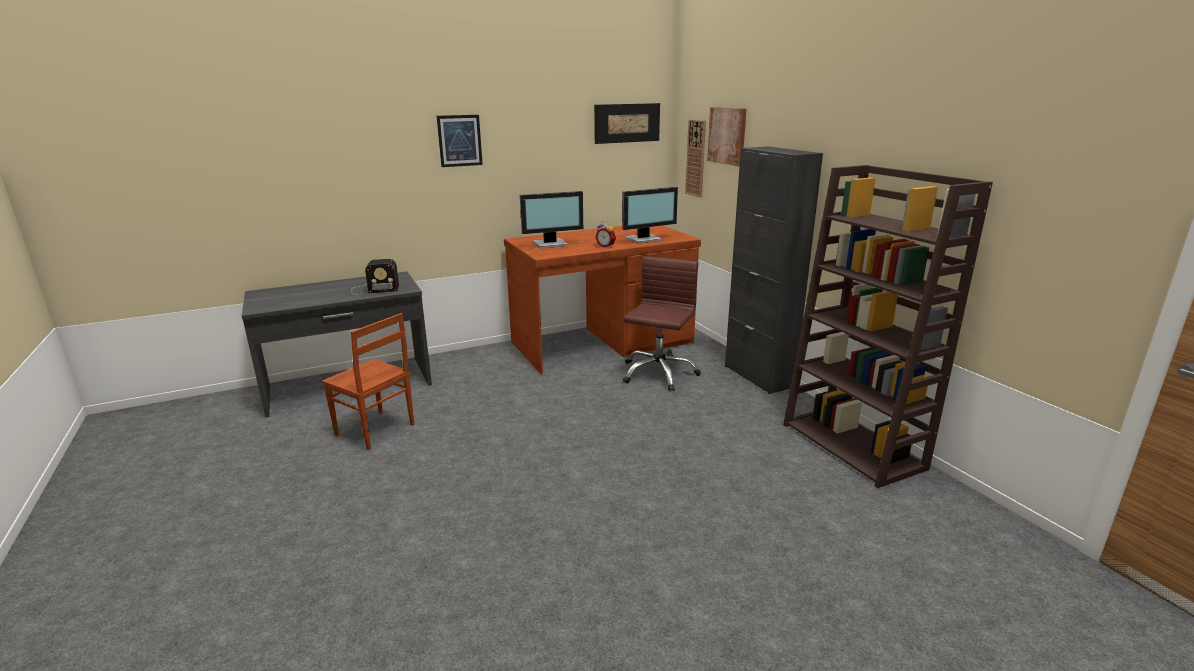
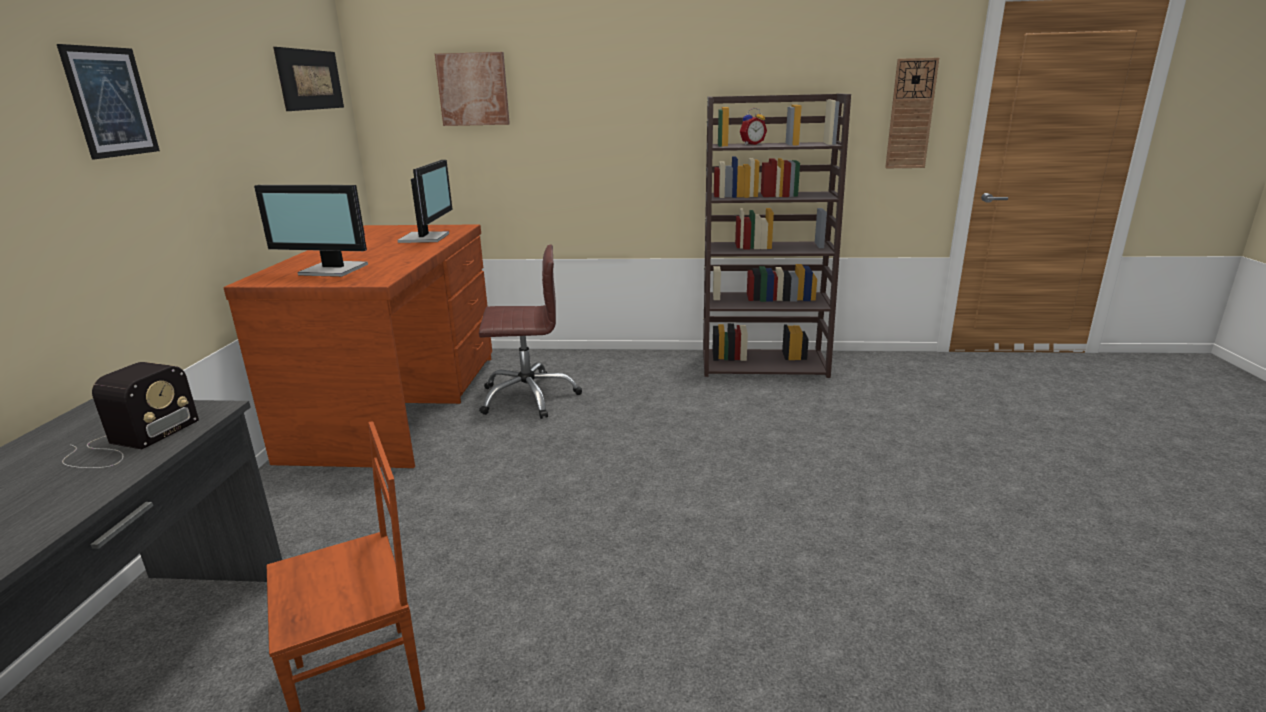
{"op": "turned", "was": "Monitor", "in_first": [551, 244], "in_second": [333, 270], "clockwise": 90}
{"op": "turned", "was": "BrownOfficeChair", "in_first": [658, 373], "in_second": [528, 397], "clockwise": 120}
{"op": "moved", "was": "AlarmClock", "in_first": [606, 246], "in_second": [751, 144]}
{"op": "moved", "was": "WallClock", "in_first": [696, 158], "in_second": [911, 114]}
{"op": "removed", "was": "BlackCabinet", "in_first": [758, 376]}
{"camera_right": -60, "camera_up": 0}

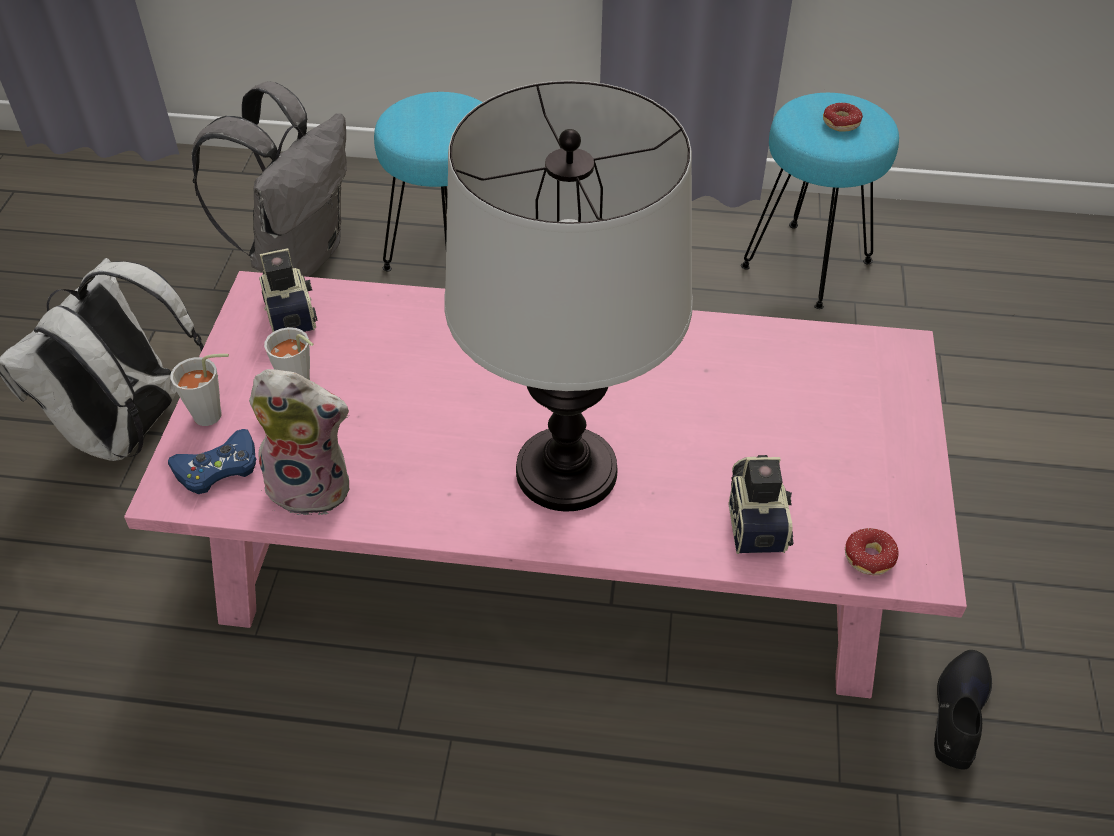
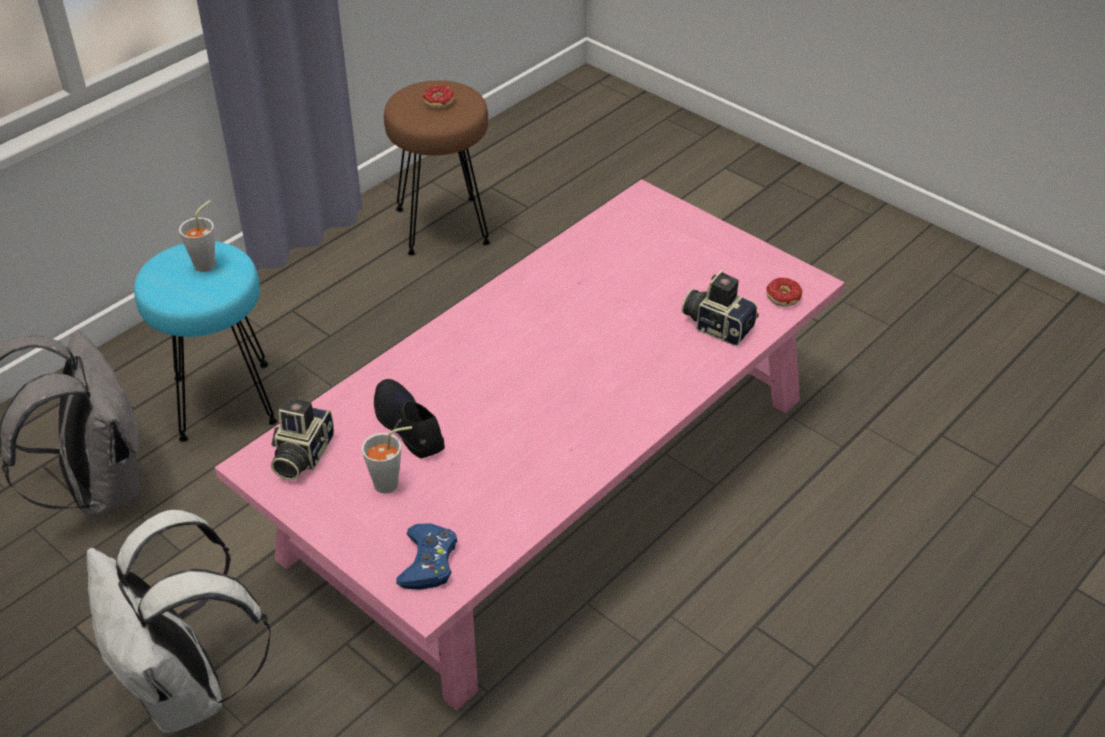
{"op": "moved", "was": "GreyCup", "in_first": [214, 415], "in_second": [208, 262]}
{"op": "turned", "was": "PhotoCamera", "in_first": [291, 312], "in_second": [301, 455], "clockwise": -90}
{"op": "moved", "was": "BlackShoe", "in_first": [959, 712], "in_second": [407, 425]}
{"op": "recoloured", "was": "TurquoiseStool", "now": "BrownStool", "in_first": [807, 266], "in_second": [444, 226]}
{"op": "removed", "was": "PlushToy", "in_first": [314, 486]}
{"op": "removed", "was": "TableLamp", "in_first": [566, 472]}
{"camera_right": -55, "camera_up": -5}

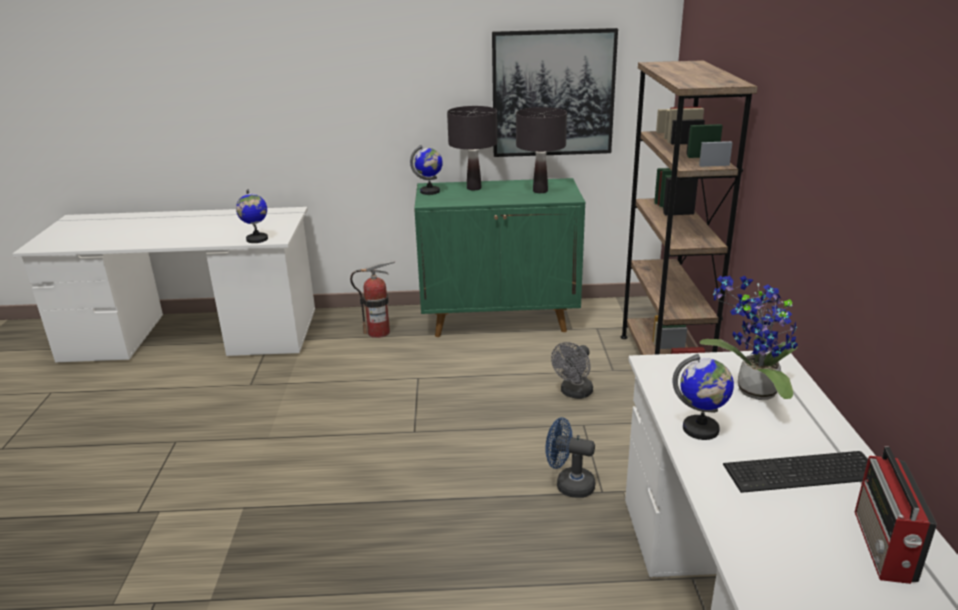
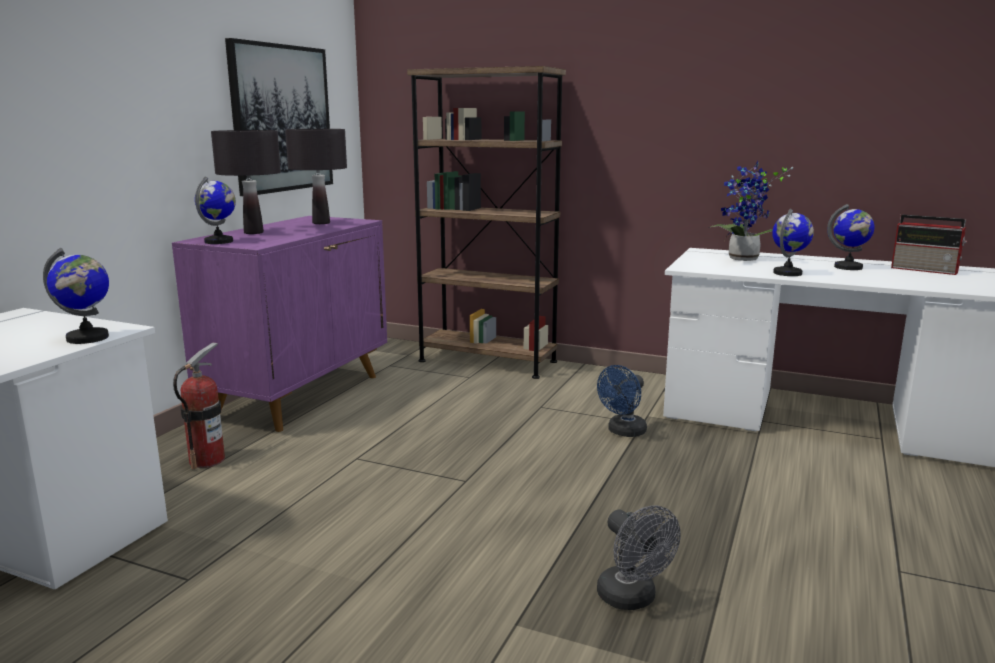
{"op": "recoloured", "was": "GreenCabinet", "now": "PurpleCabinet", "in_first": [500, 319], "in_second": [300, 395]}
{"op": "moved", "was": "GreyFan", "in_first": [574, 393], "in_second": [632, 599]}
{"op": "replaced", "was": "Keyboard", "now": "Globe", "in_first": [804, 473], "in_second": [848, 267]}
{"camera_right": -65, "camera_up": -10}

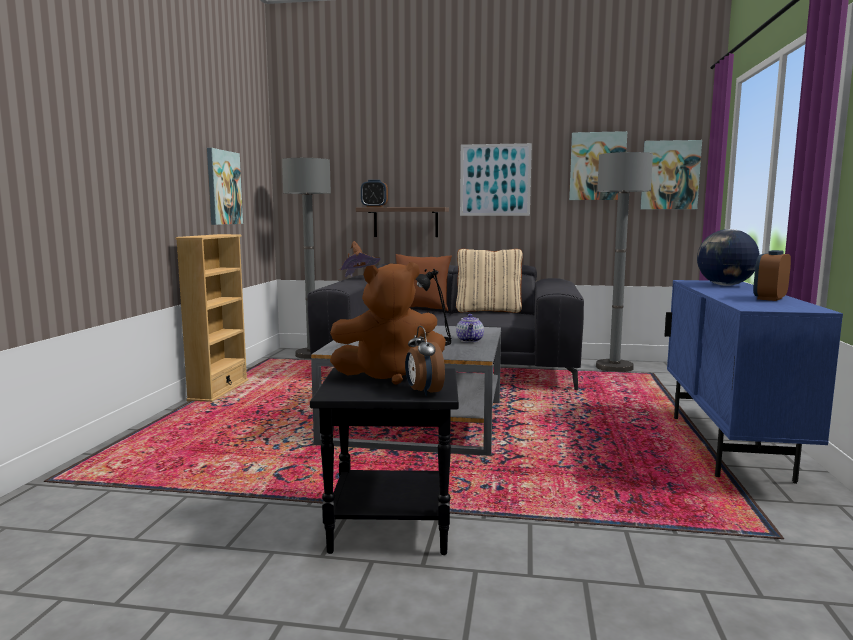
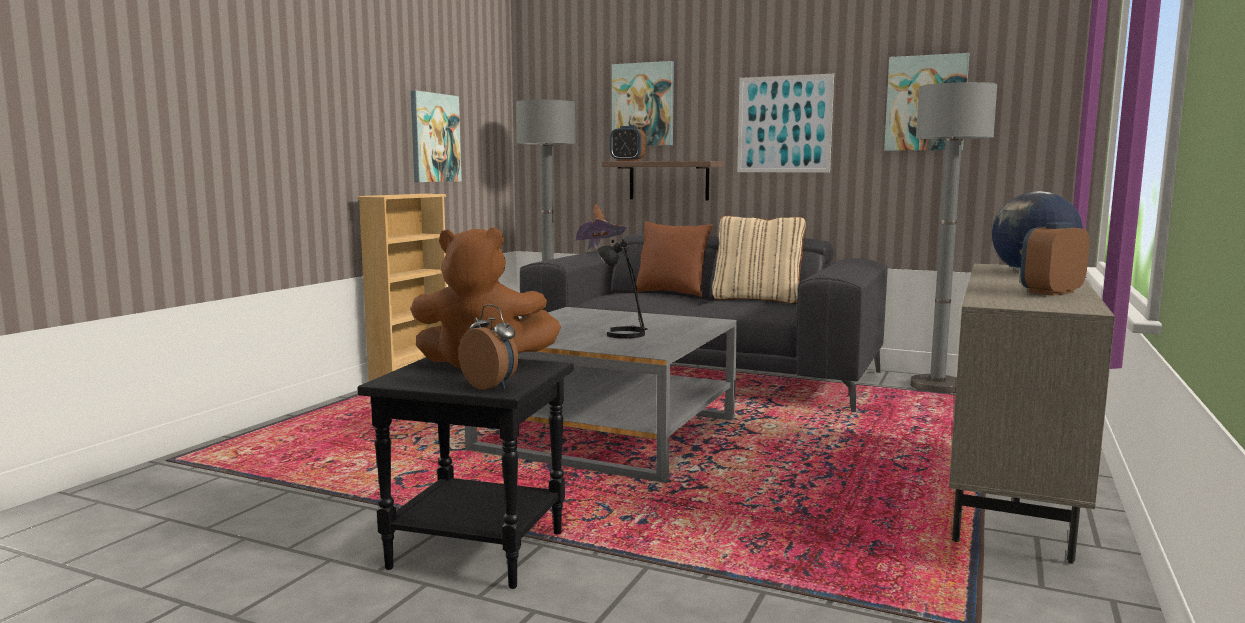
{"op": "turned", "was": "AlarmClock", "in_first": [423, 392], "in_second": [491, 386], "clockwise": 135}
{"op": "moved", "was": "Picture", "in_first": [670, 175], "in_second": [643, 104]}
{"op": "recoloured", "was": "BlueCabinet", "now": "BeigeCabinet", "in_first": [727, 447], "in_second": [1010, 505]}
{"op": "removed", "was": "Teapot", "in_first": [470, 340]}
{"camera_right": 15, "camera_up": 0}

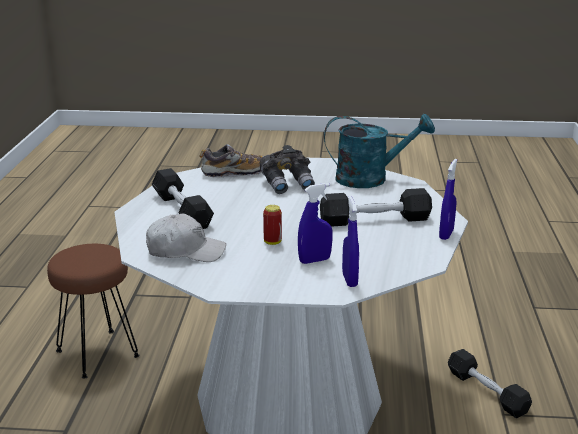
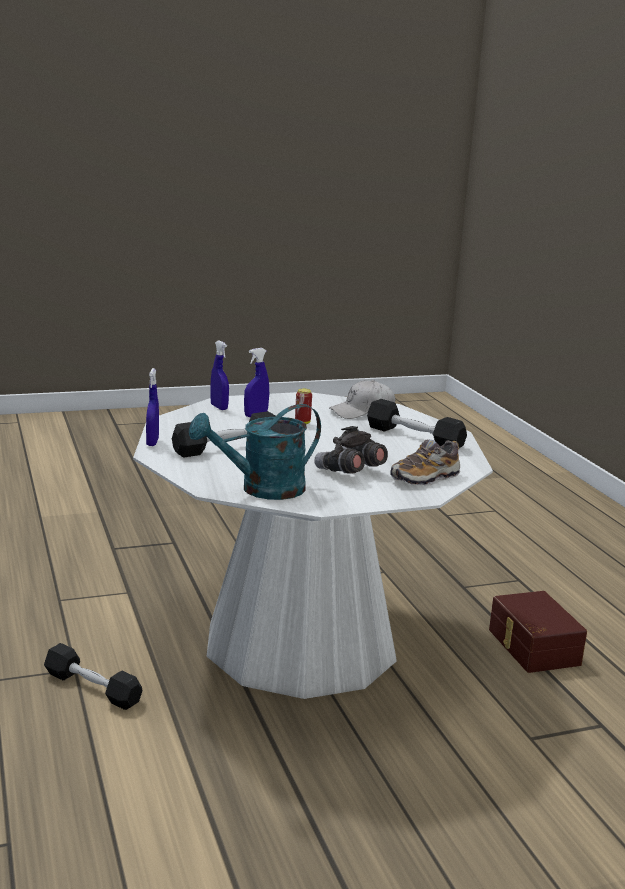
{"op": "replaced", "was": "BrownStool", "now": "BrownStorageBox", "in_first": [97, 353], "in_second": [532, 647]}
{"camera_right": 155, "camera_up": -5}

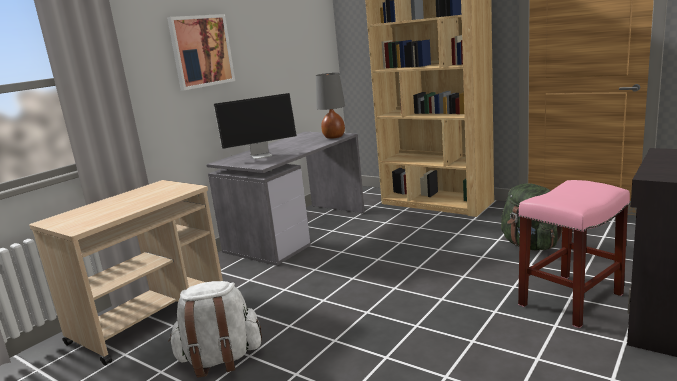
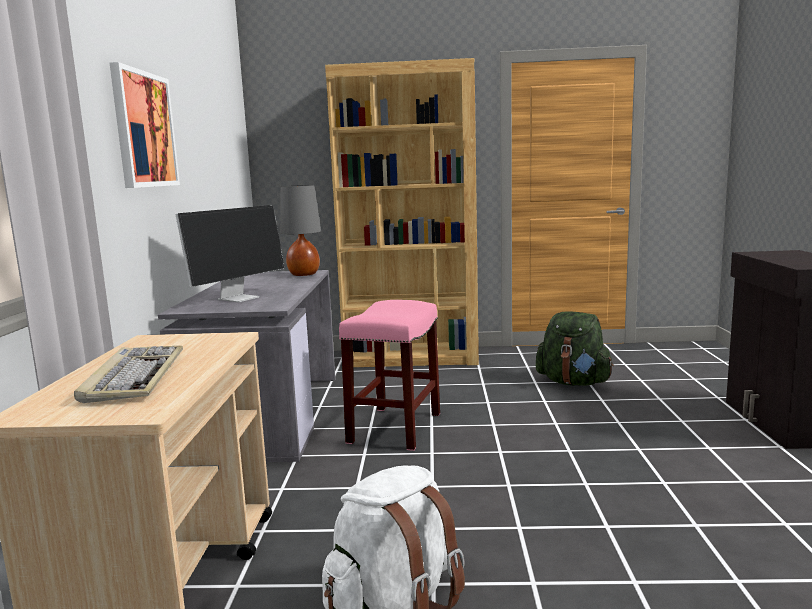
{"op": "added", "now": "Keyboard", "in_second": [134, 376]}
{"op": "moved", "was": "PinkStool", "in_first": [570, 300], "in_second": [395, 428]}
{"camera_right": -35, "camera_up": -5}

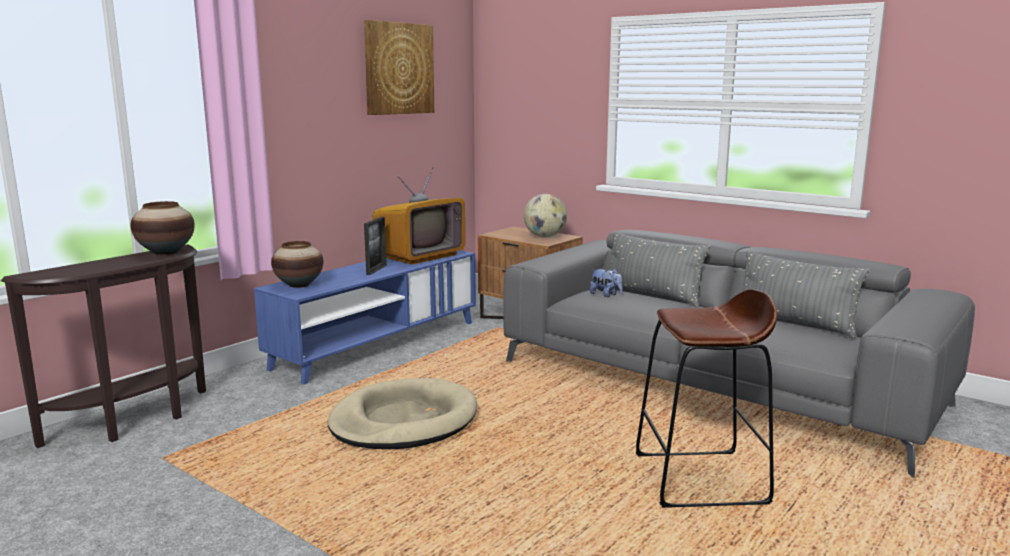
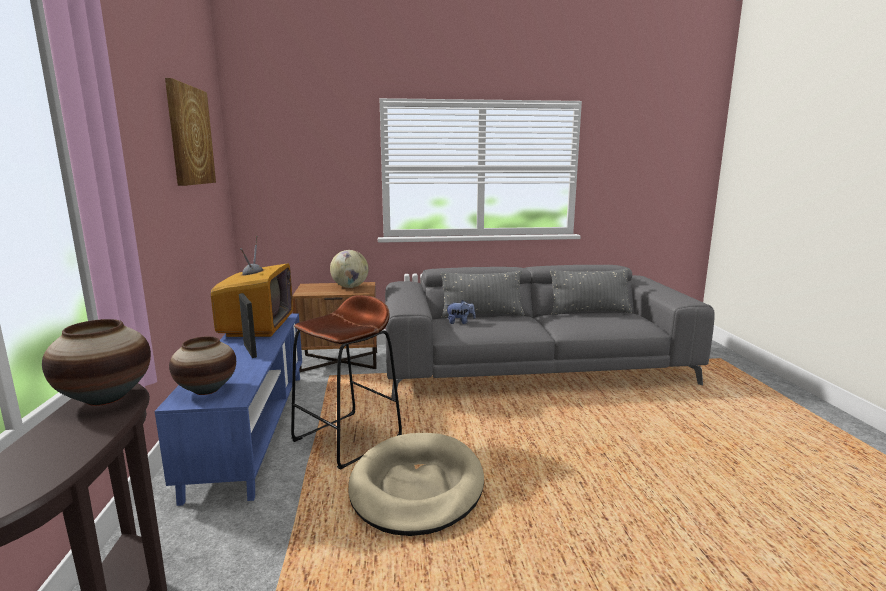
{"op": "moved", "was": "BrownStool", "in_first": [700, 479], "in_second": [348, 439]}
{"camera_right": -45, "camera_up": 0}

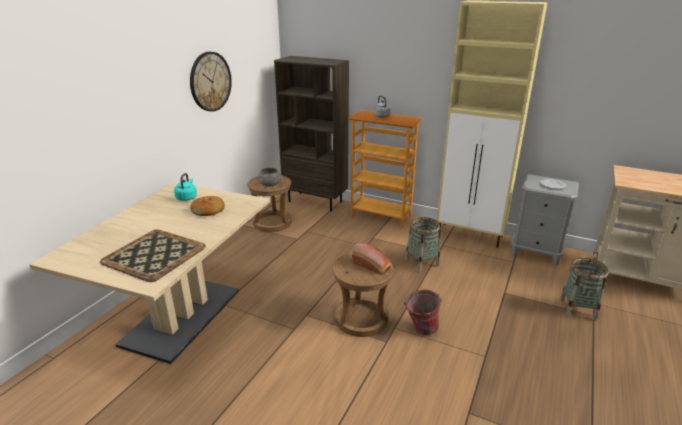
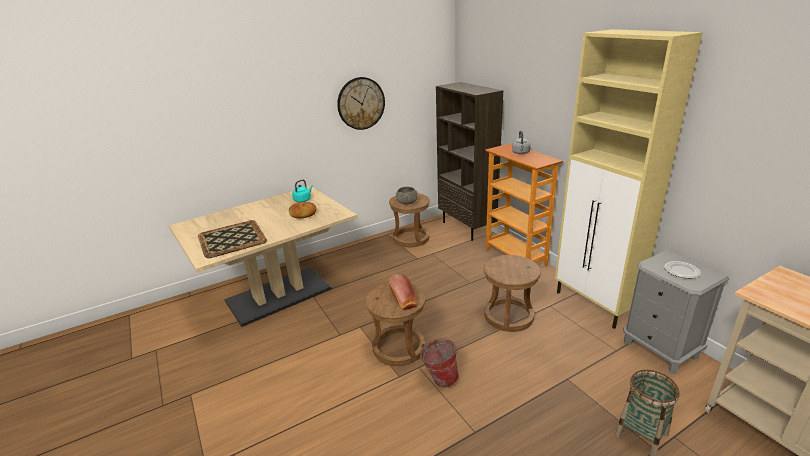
{"op": "replaced", "was": "Basket", "now": "BrownStool", "in_first": [422, 262], "in_second": [508, 316]}
{"camera_right": 35, "camera_up": 0}

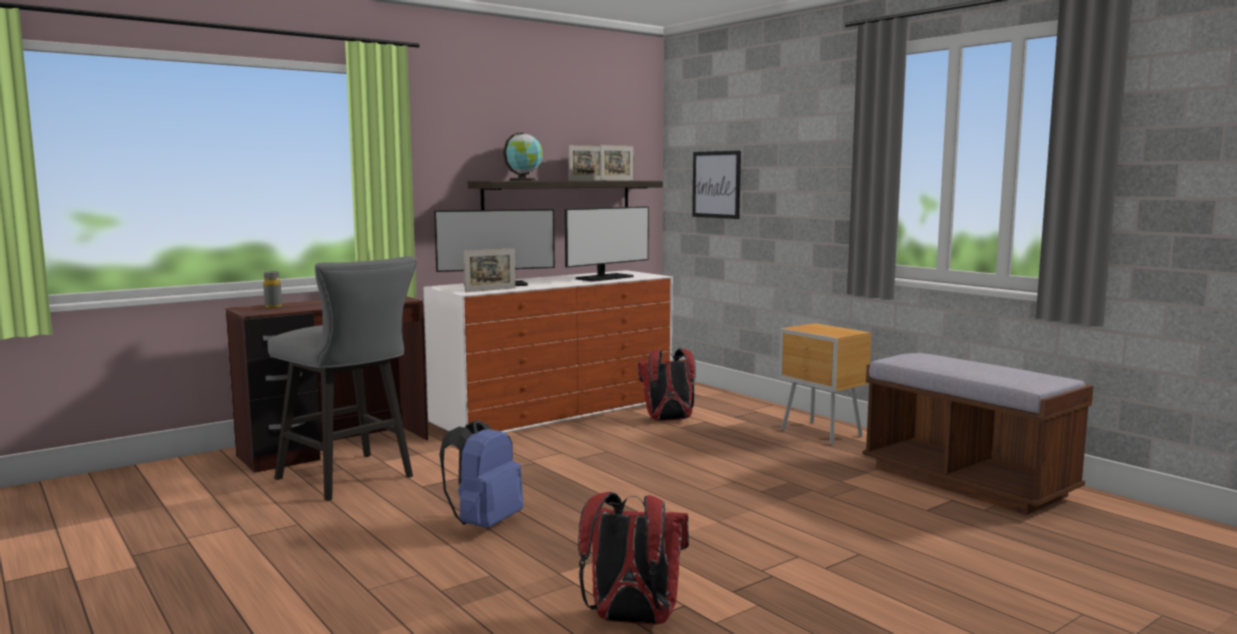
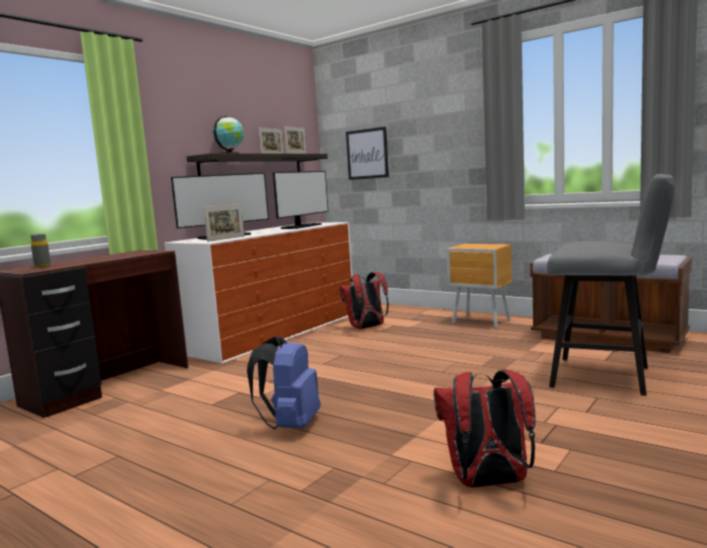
{"op": "moved", "was": "GreyStool", "in_first": [351, 479], "in_second": [609, 377]}
{"camera_right": -15, "camera_up": 0}

